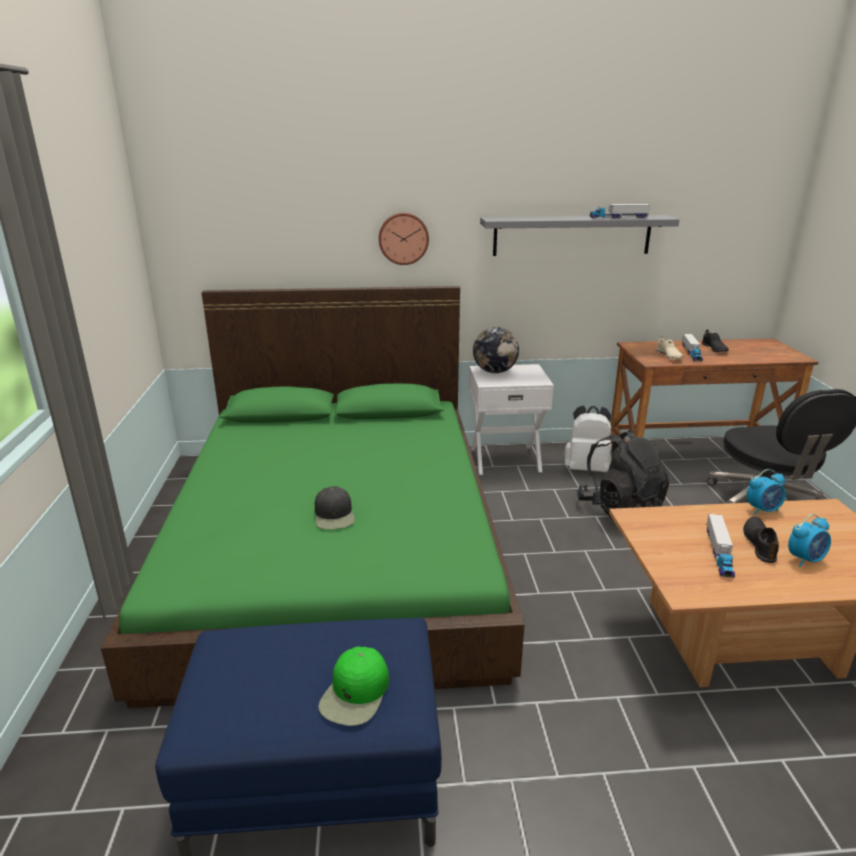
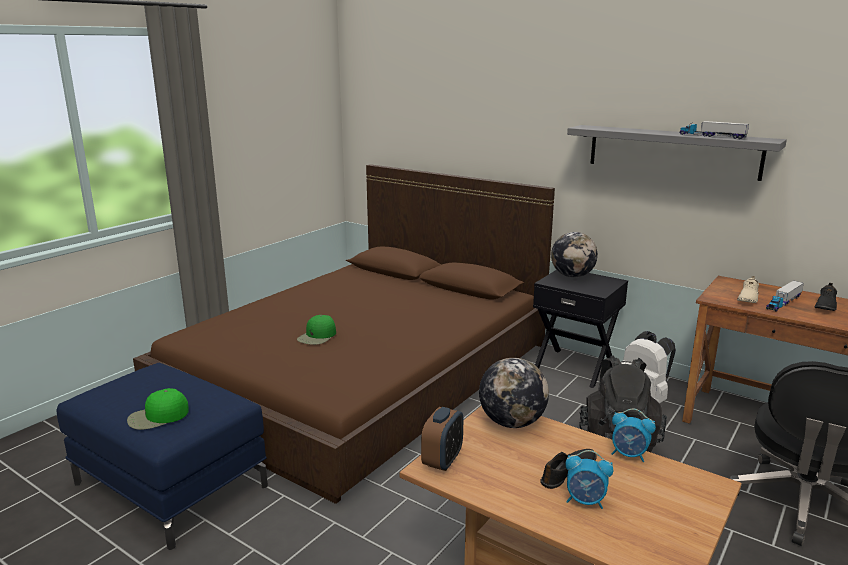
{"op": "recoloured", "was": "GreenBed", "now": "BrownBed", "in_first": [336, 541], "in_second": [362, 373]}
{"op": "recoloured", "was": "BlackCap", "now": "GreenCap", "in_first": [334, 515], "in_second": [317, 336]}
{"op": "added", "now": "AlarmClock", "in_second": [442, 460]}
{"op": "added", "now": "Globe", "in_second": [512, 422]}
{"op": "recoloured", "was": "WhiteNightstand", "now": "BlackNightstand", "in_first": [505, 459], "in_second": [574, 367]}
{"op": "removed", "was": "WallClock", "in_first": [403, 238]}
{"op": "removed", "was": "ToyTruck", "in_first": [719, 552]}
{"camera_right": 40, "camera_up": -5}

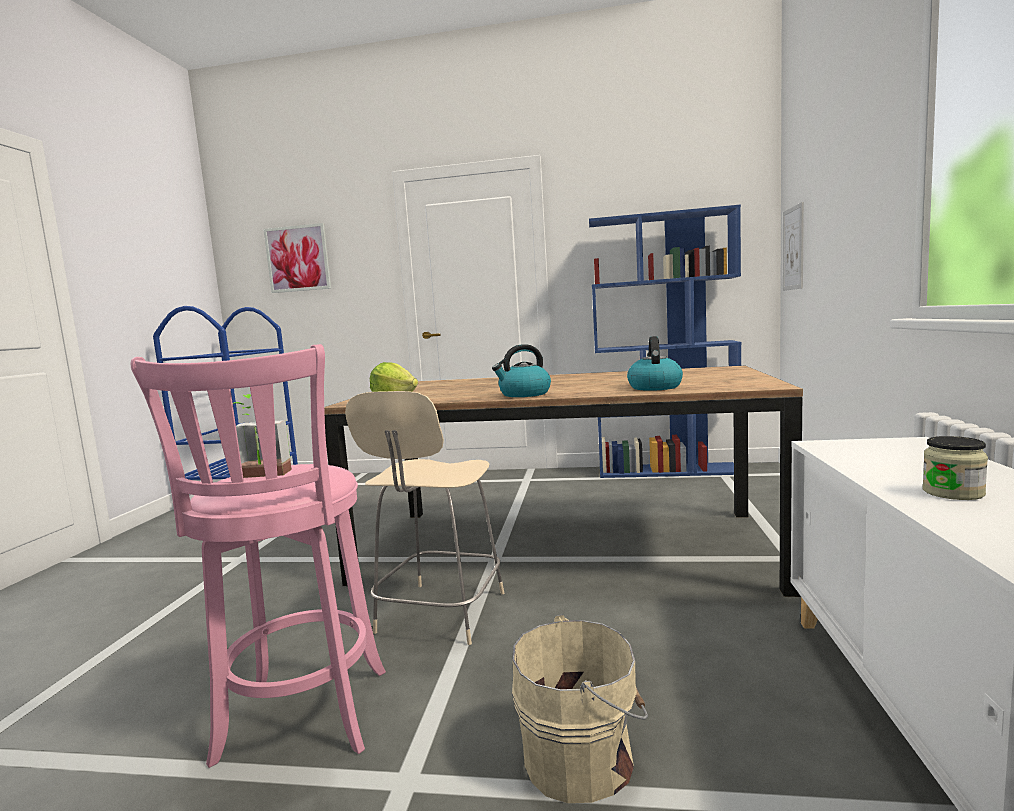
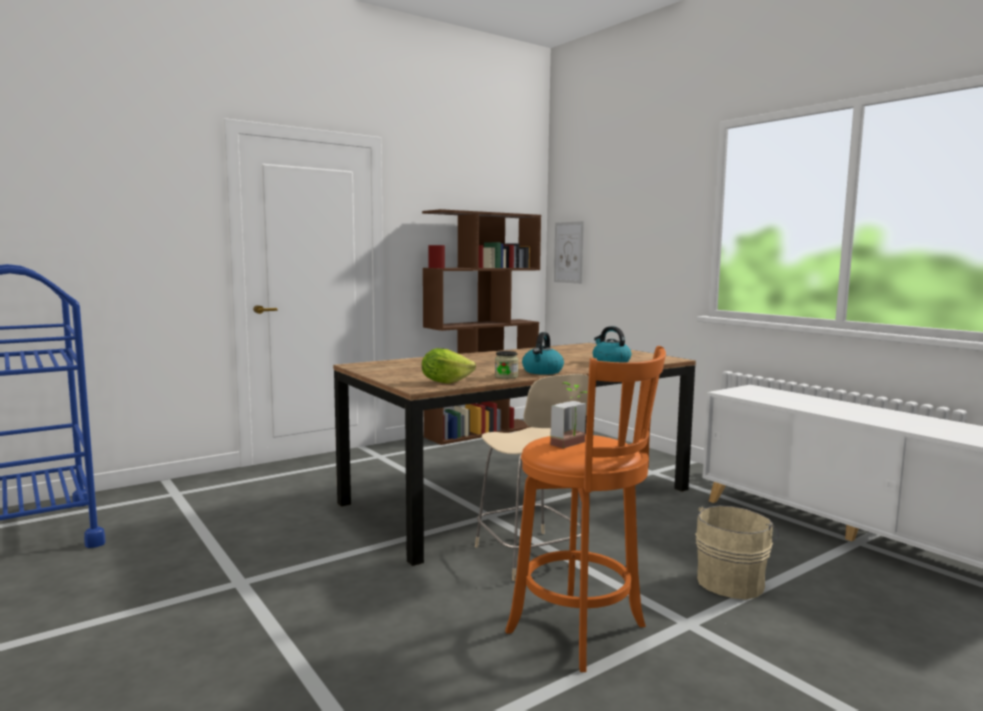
{"op": "recoloured", "was": "BlueBookcase", "now": "BrownBookcase", "in_first": [668, 470], "in_second": [482, 431]}
{"op": "moved", "was": "Jar", "in_first": [953, 492], "in_second": [506, 377]}
{"op": "recoloured", "was": "PinkStool", "now": "OrangeStool", "in_first": [301, 721], "in_second": [582, 632]}
{"op": "removed", "was": "Picture", "in_first": [298, 258]}
{"camera_right": -45, "camera_up": 0}

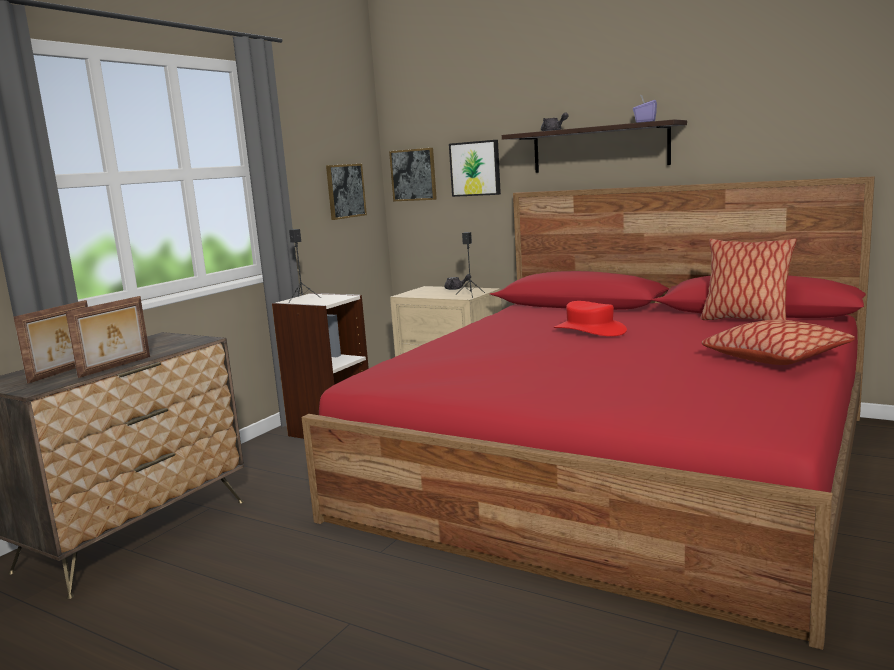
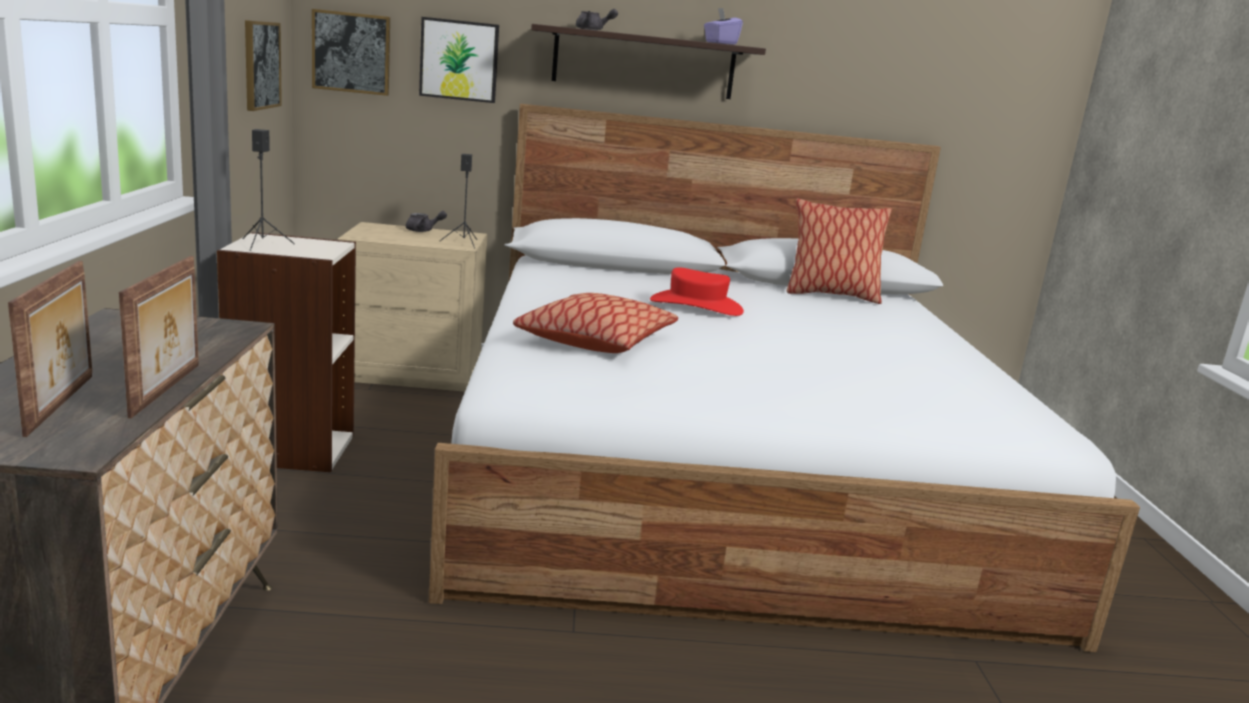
{"op": "recoloured", "was": "RedBed", "now": "WhiteBed", "in_first": [616, 464], "in_second": [724, 469]}
{"op": "moved", "was": "Pillow", "in_first": [775, 357], "in_second": [595, 341]}
{"camera_right": -35, "camera_up": 5}

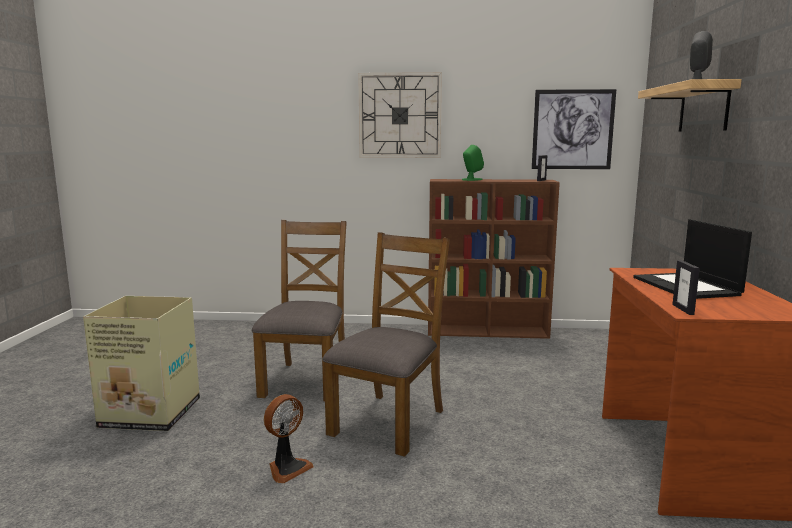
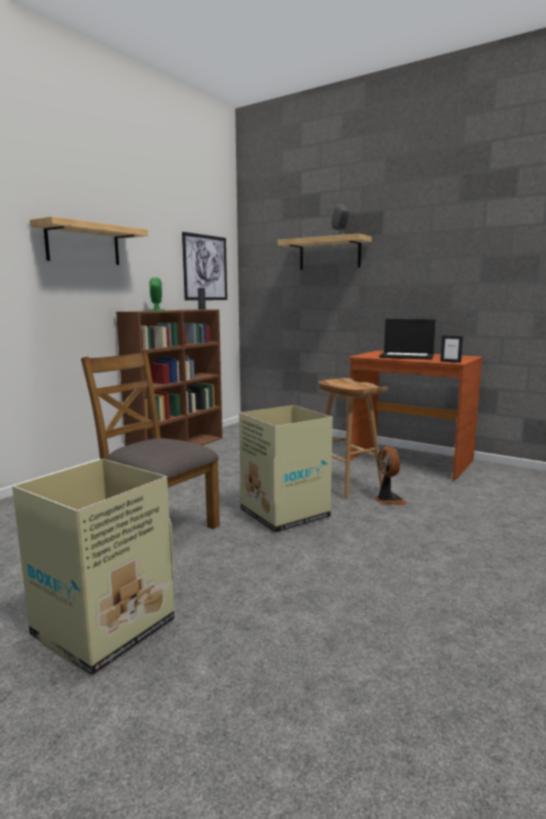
{"op": "replaced", "was": "WallClock", "now": "Shelf", "in_first": [400, 115], "in_second": [83, 244]}
{"op": "replaced", "was": "BrownChair", "now": "CardboardBox", "in_first": [389, 421], "in_second": [284, 513]}
{"op": "added", "now": "BrownStool", "in_second": [346, 485]}
{"op": "moved", "was": "Fan", "in_first": [287, 468], "in_second": [388, 500]}
{"camera_right": -60, "camera_up": 0}

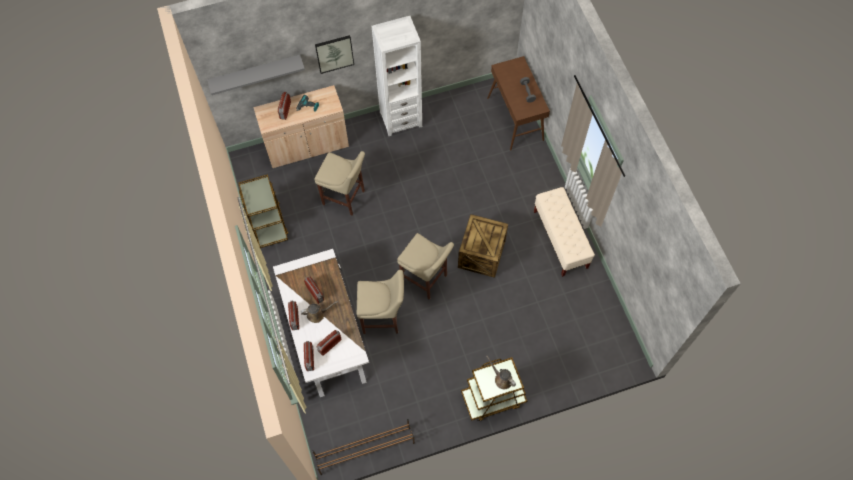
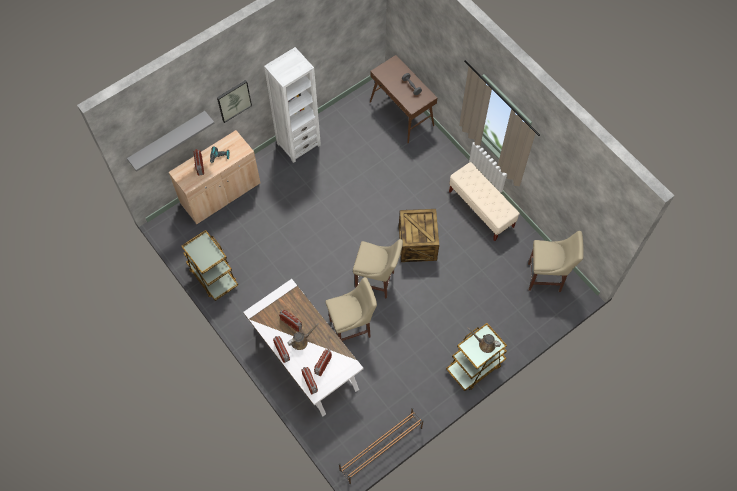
{"op": "moved", "was": "BeigeStool", "in_first": [345, 198], "in_second": [546, 277]}
{"camera_right": -20, "camera_up": 0}

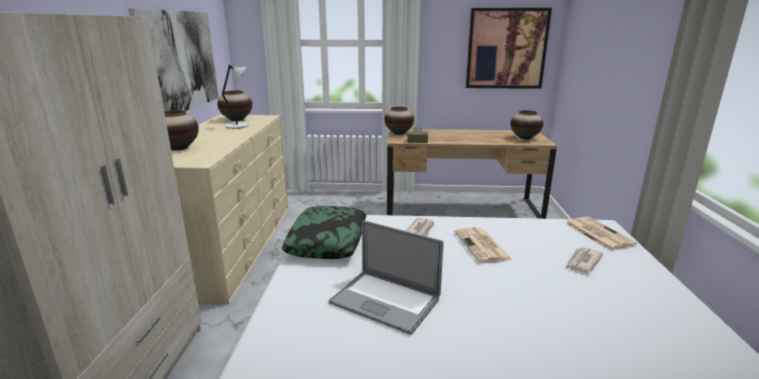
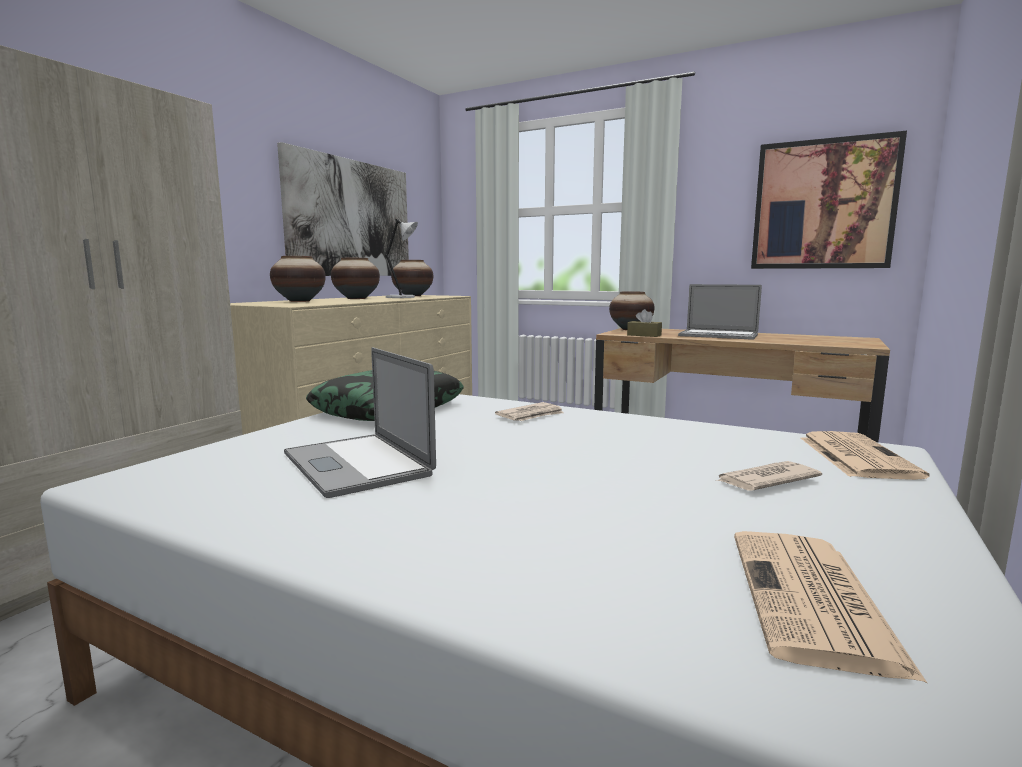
{"op": "moved", "was": "Vase", "in_first": [525, 138], "in_second": [356, 298]}
{"op": "added", "now": "Laptop", "in_second": [718, 335]}
{"op": "moved", "was": "Newspaper", "in_first": [482, 246], "in_second": [813, 599]}
{"camera_right": 25, "camera_up": -10}

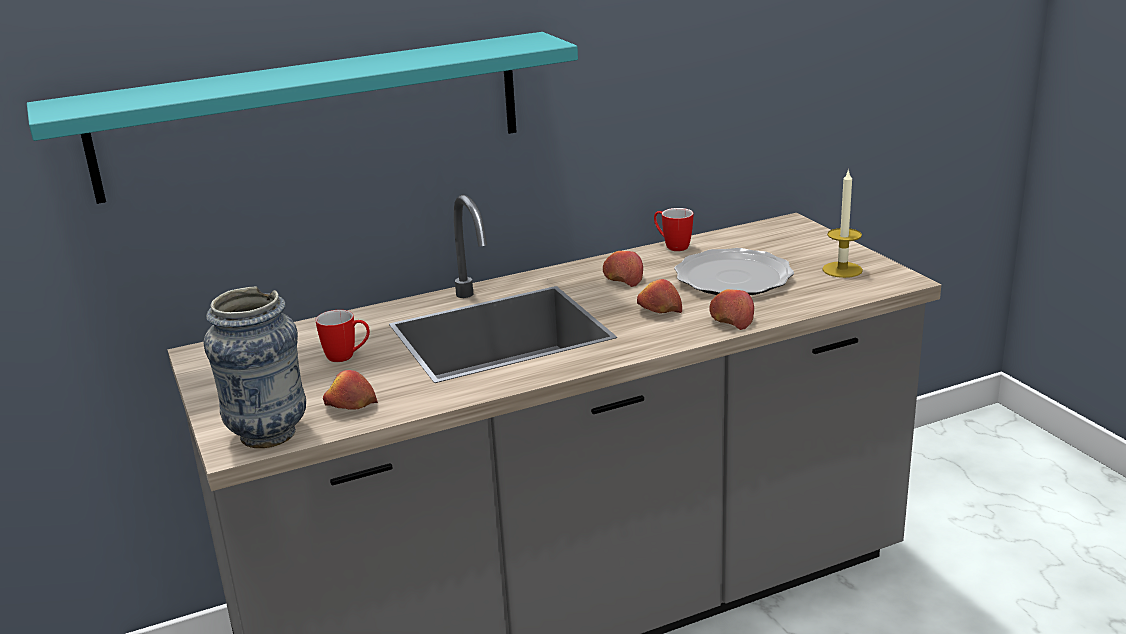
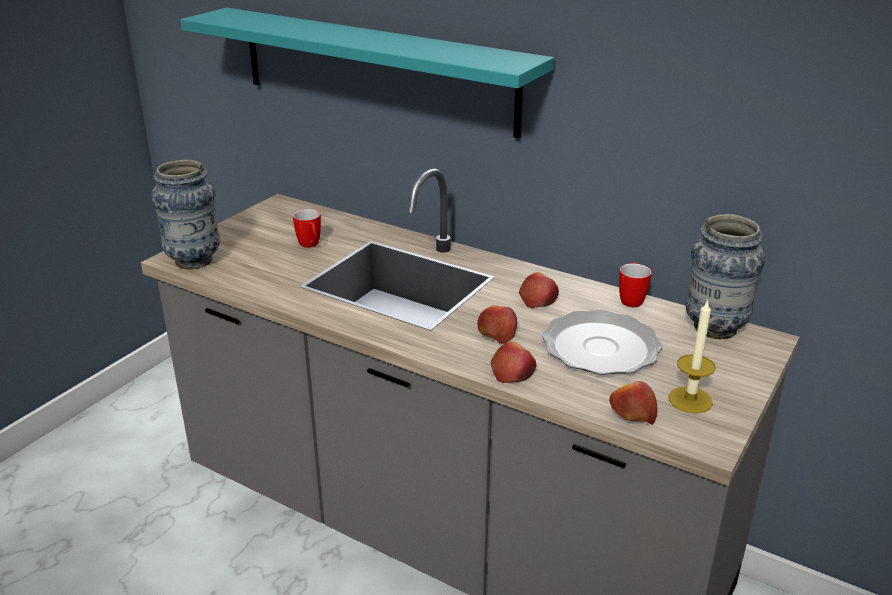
{"op": "moved", "was": "Apple", "in_first": [350, 406], "in_second": [632, 413]}
{"op": "added", "now": "Vase", "in_second": [714, 328]}
{"camera_right": 55, "camera_up": 5}

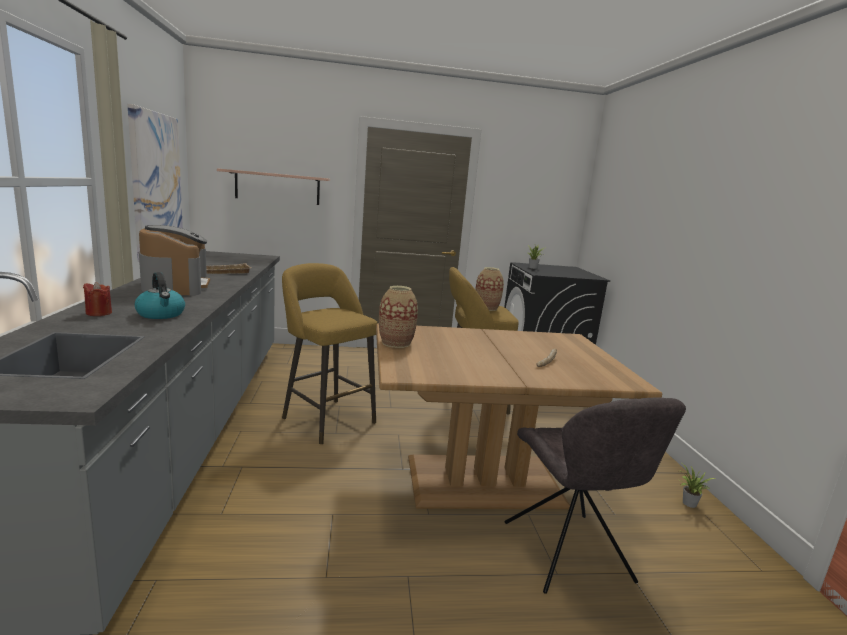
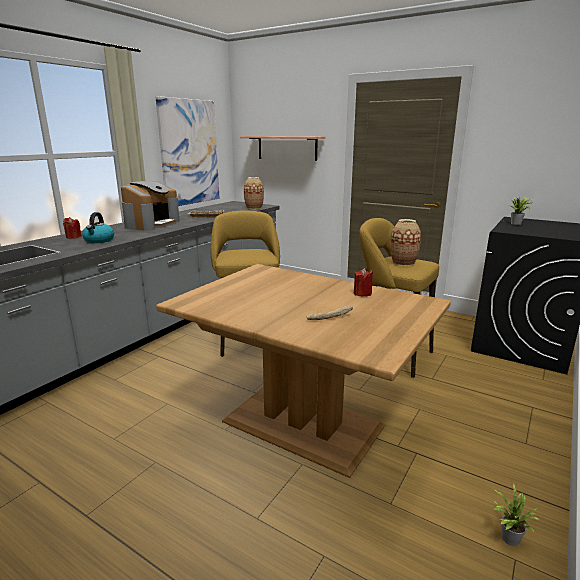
{"op": "moved", "was": "Vase", "in_first": [396, 343], "in_second": [254, 208]}
{"op": "added", "now": "RedCandle", "in_second": [362, 293]}
{"op": "removed", "was": "GreyChair", "in_first": [568, 555]}
{"camera_right": 40, "camera_up": 5}

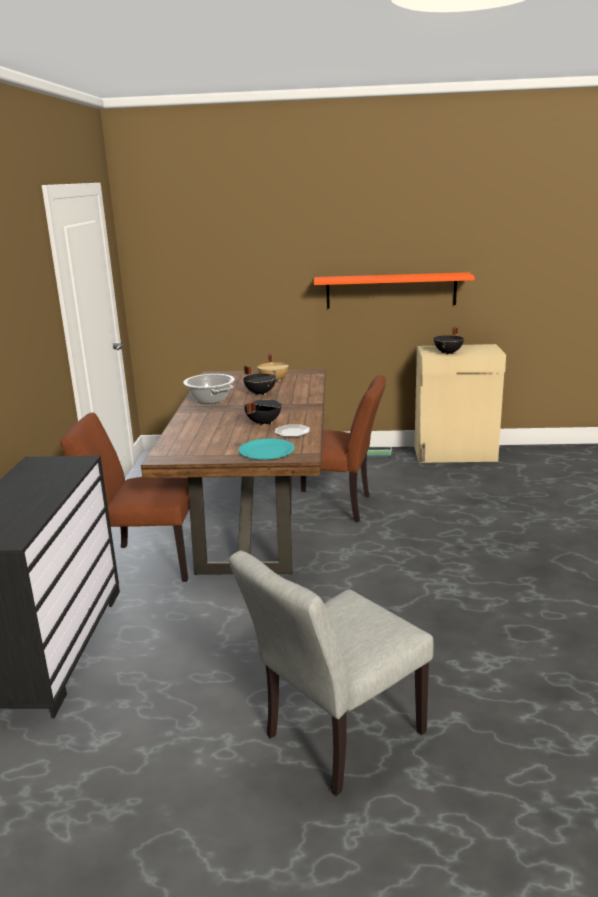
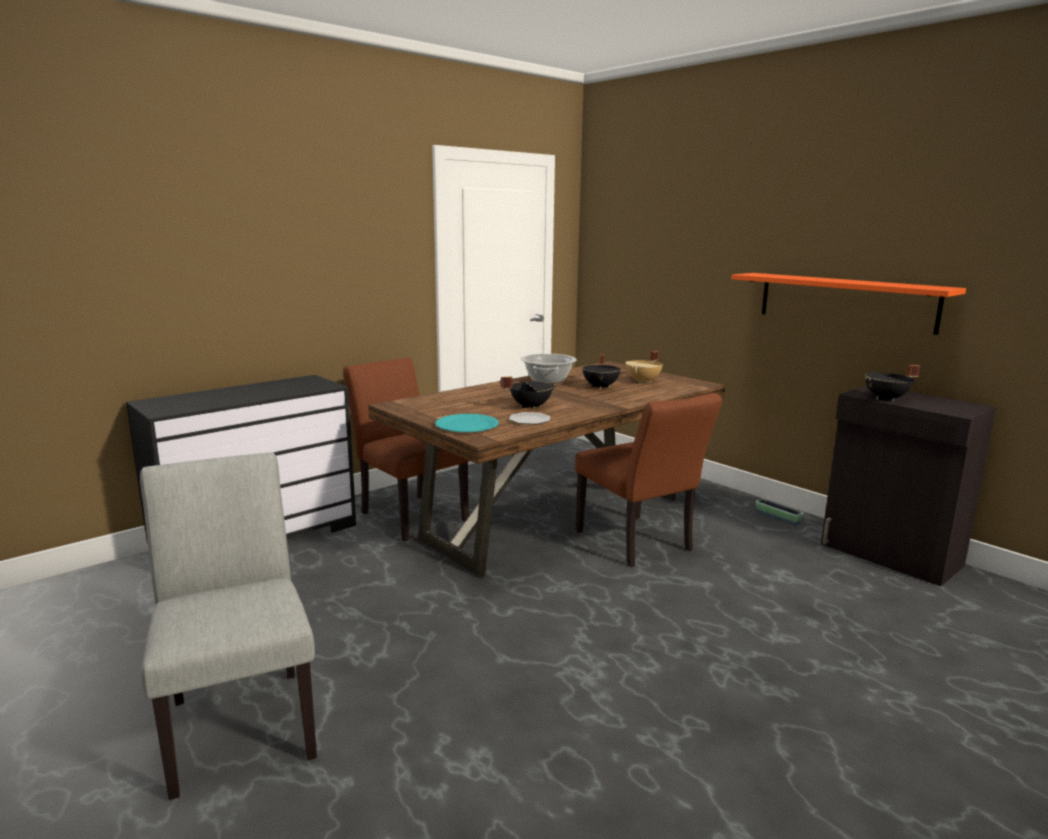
{"op": "turned", "was": "GreyChair", "in_first": [335, 739], "in_second": [240, 719], "clockwise": 60}
{"op": "recoloured", "was": "BeigeCabinet", "now": "BlackCabinet", "in_first": [455, 455], "in_second": [890, 555]}
{"camera_right": 45, "camera_up": -5}

